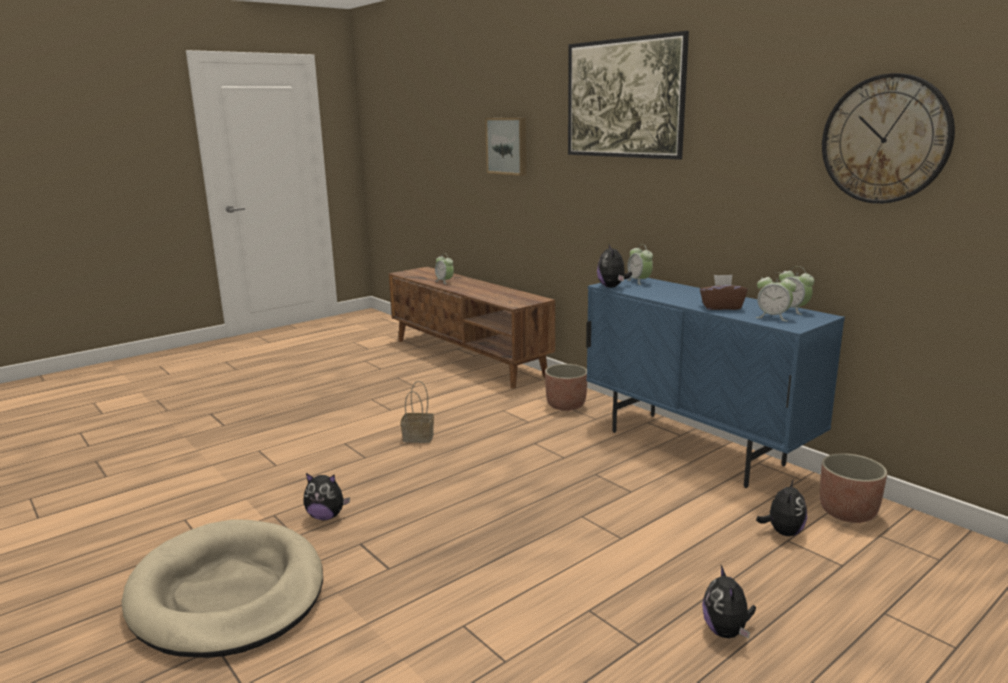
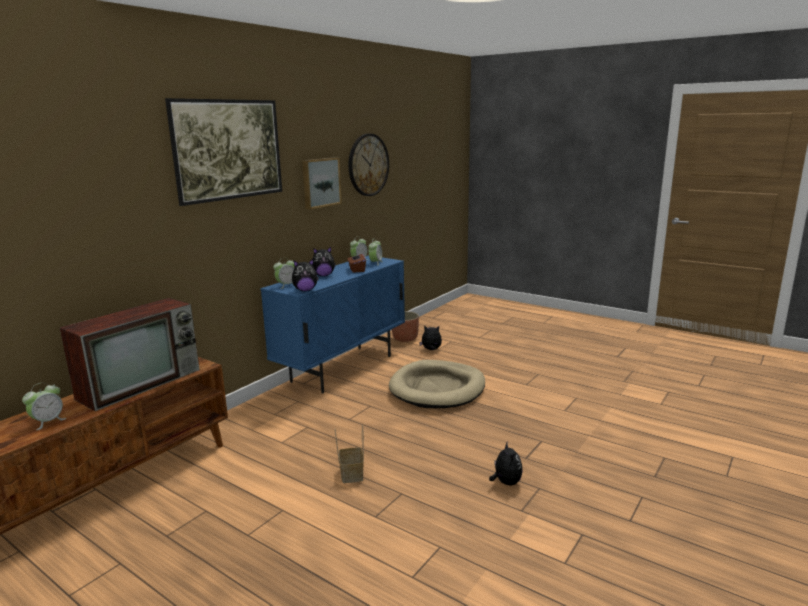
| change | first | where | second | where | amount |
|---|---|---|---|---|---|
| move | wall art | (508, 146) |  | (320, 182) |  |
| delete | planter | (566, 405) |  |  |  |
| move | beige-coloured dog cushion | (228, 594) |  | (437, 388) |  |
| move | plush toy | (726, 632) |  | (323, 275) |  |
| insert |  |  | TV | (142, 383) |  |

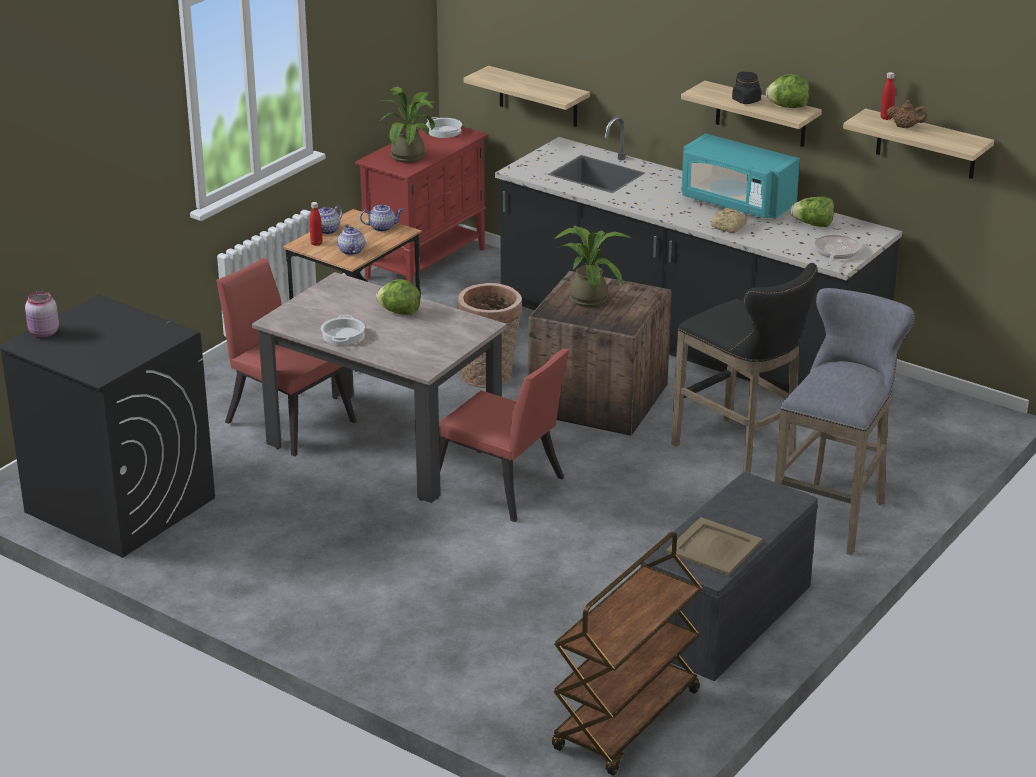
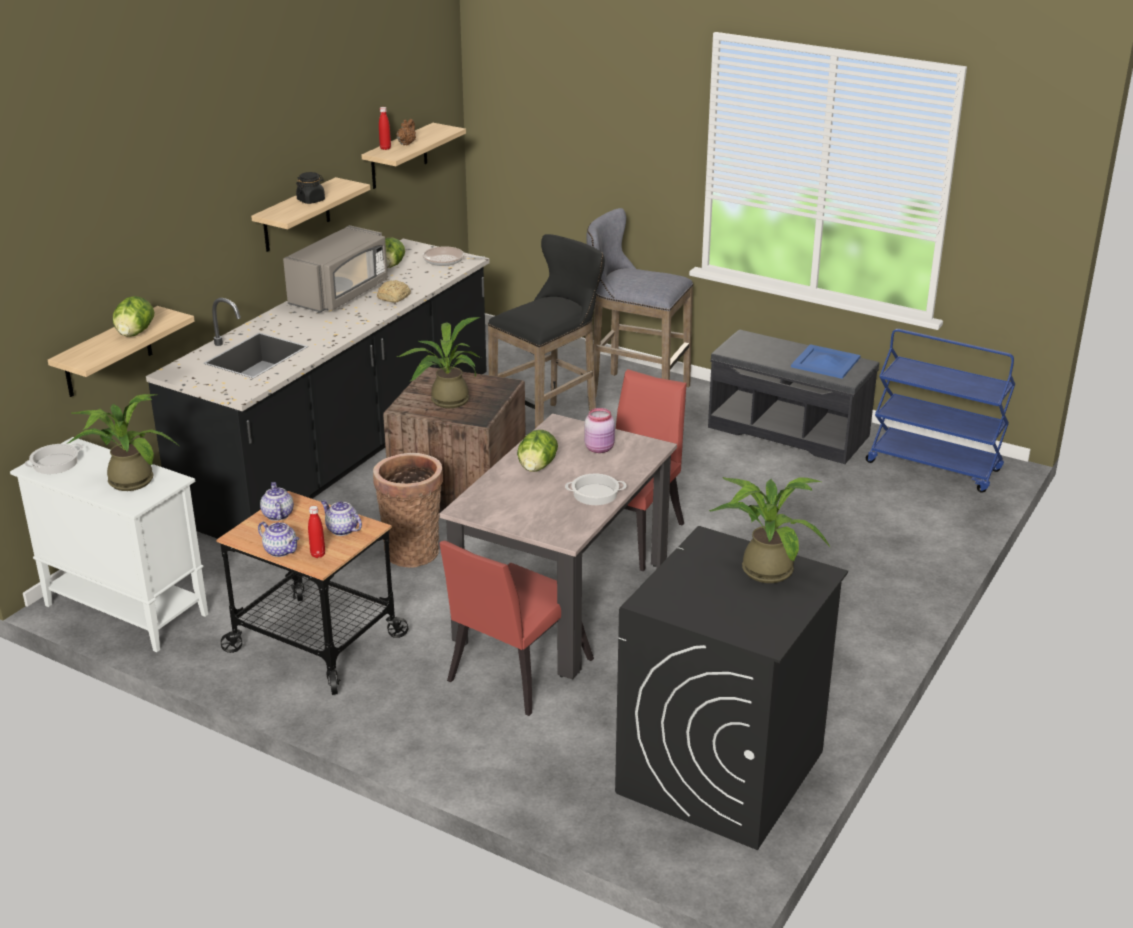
| change | first | where | second | where | amount |
|---|---|---|---|---|---|
| move | lettuce head | (787, 107) |  | (134, 333) |  |
| recolor | red cupboard | (426, 263) | white cupboard | (125, 609) |  |
| recolor | turquoise-coloured microwave oven | (736, 203) | greyish microwave oven | (340, 294) |  |
| rotate | pot for tea | (351, 251) |  | (341, 529) | 60 degrees clockwise |
| move | pink-coloured jar | (43, 333) |  | (600, 448) |  |
| recolor | beige-coloured tray | (714, 547) | bluish tray | (826, 362) |  |
| recolor | brownish trolley | (627, 722) | bluish trolley | (934, 466) |  |
| insert |  |  | plant in a pot | (763, 567) |  |

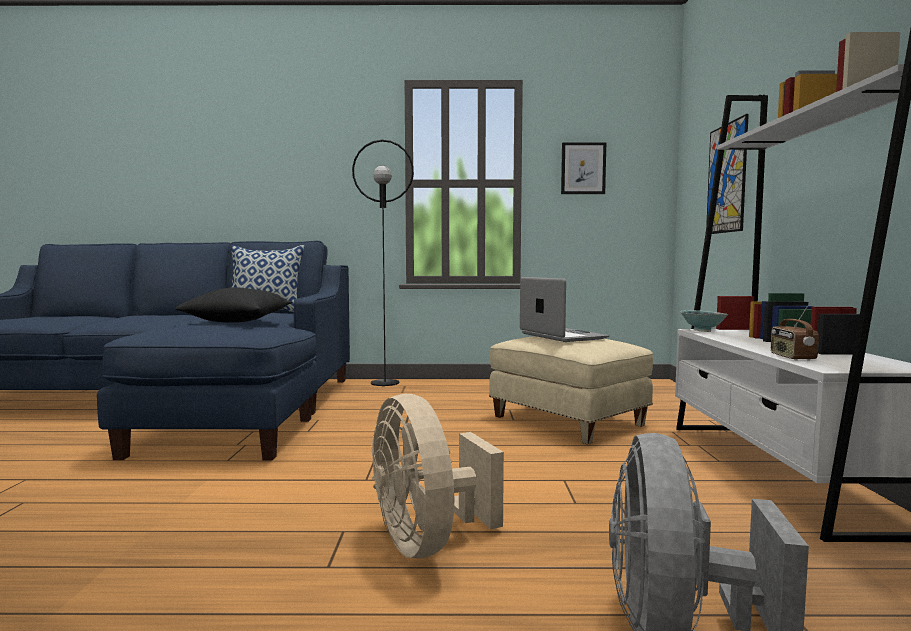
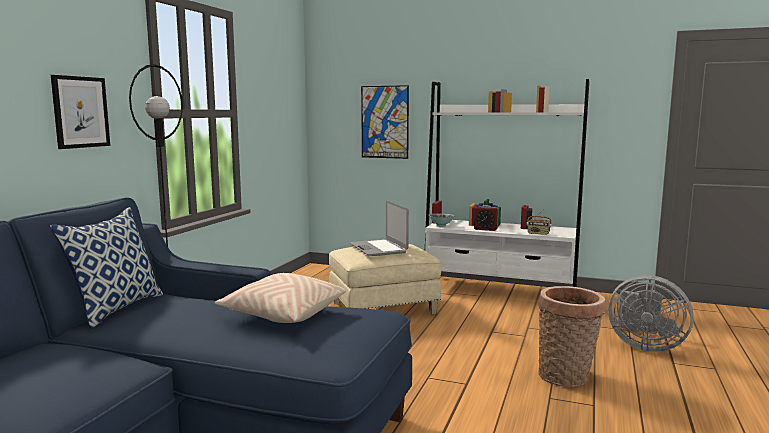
| change | first | where | second | where | amount |
|---|---|---|---|---|---|
| move | wall art | (583, 168) |  | (80, 112) |  |
| rotate | laptop | (562, 336) |  | (378, 248) | 105 degrees counterclockwise |
| recolor | black-coloured pillow | (238, 321) | beige-coloured pillow | (283, 314) |  |
| replace | beige-coloured electric fan | (427, 542) | basket | (566, 377) |  |
| insert |  |  | bedside clock | (485, 229) |  |

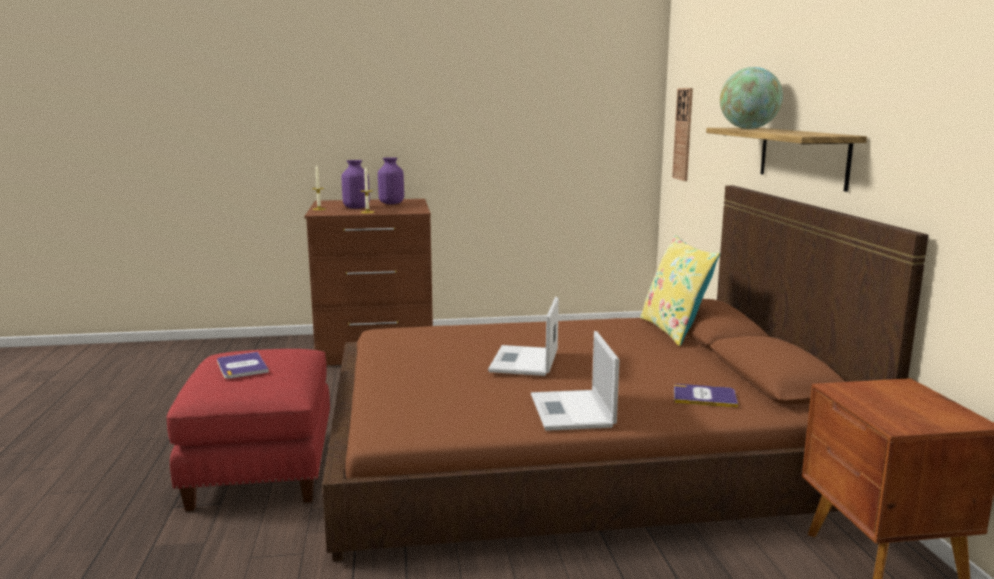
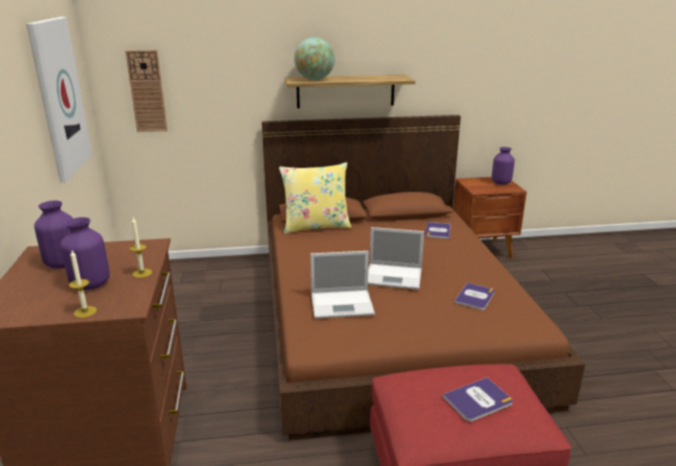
| change | first | where | second | where | amount |
|---|---|---|---|---|---|
| move | laptop | (572, 411) |  | (343, 304) |  |
| insert |  |  | wall art | (59, 97) |  |
| insert |  |  | purplish vase | (501, 182) |  |
| insert |  |  | book | (475, 297) |  |

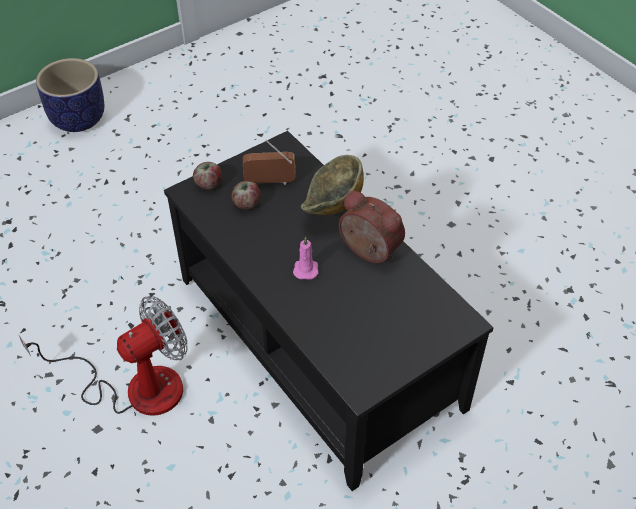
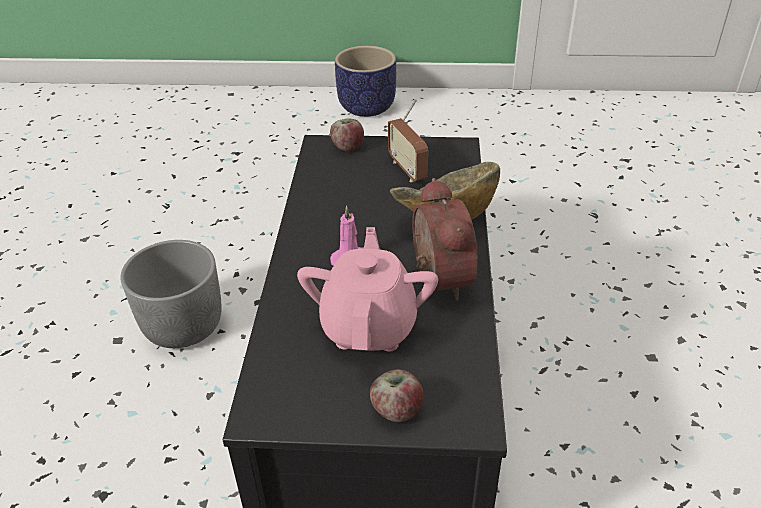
| change | first | where | second | where | amount |
|---|---|---|---|---|---|
| rotate | radio set | (270, 182) |  | (407, 170) | 150 degrees counterclockwise |
| move | whole apple | (246, 204) |  | (397, 410) |  |
| replace | electric fan | (135, 387) | greyish planter | (183, 325) |  |
| insert |  |  | pink-coloured pot for tea | (369, 326) |  |

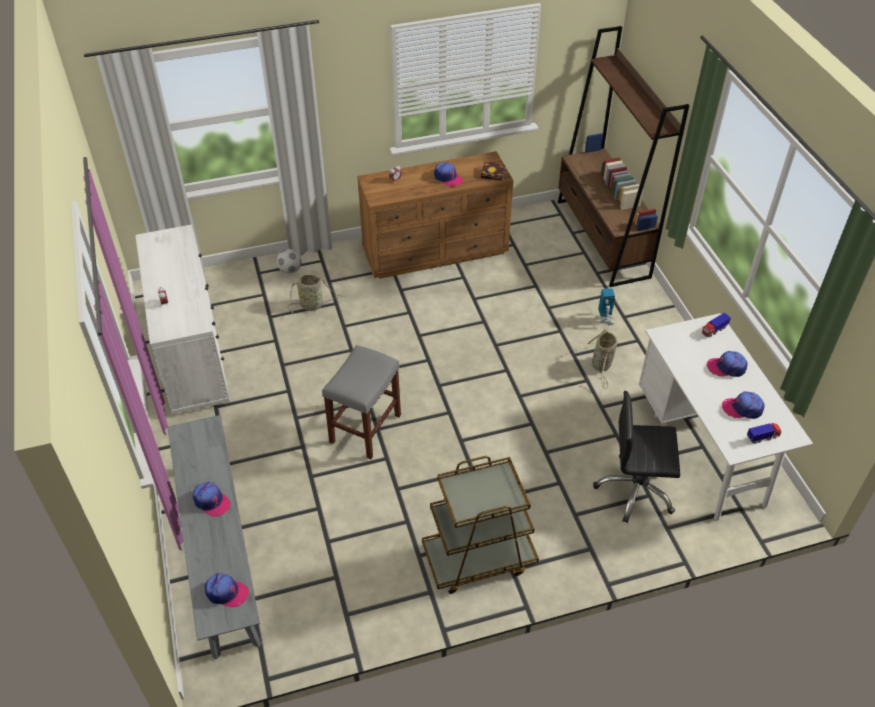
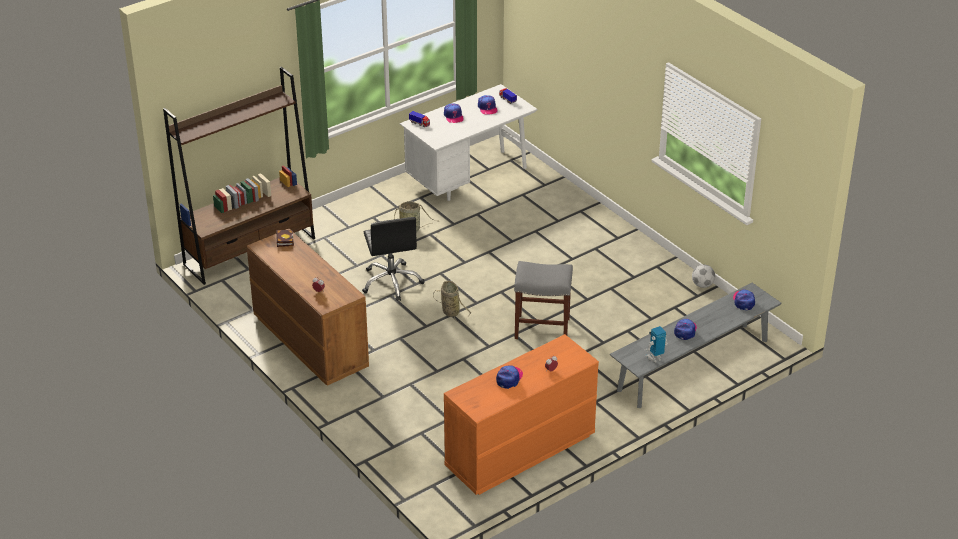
| change | first | where | second | where | amount |
|---|---|---|---|---|---|
| move | baseball cap | (447, 178) |  | (509, 378) |  |
| recolor | white dresser | (192, 353) | orange-coloured dresser | (519, 451) |  |
| move | ball for football | (290, 270) |  | (702, 285) |  |
| move | basket | (313, 305) |  | (450, 311) |  |
| move | robot figure | (605, 319) |  | (655, 358) |  |
| move | black-coloured office chair | (635, 490) |  | (392, 282) |  |
| delete | brownish trolley | (478, 558) |  |  |  |

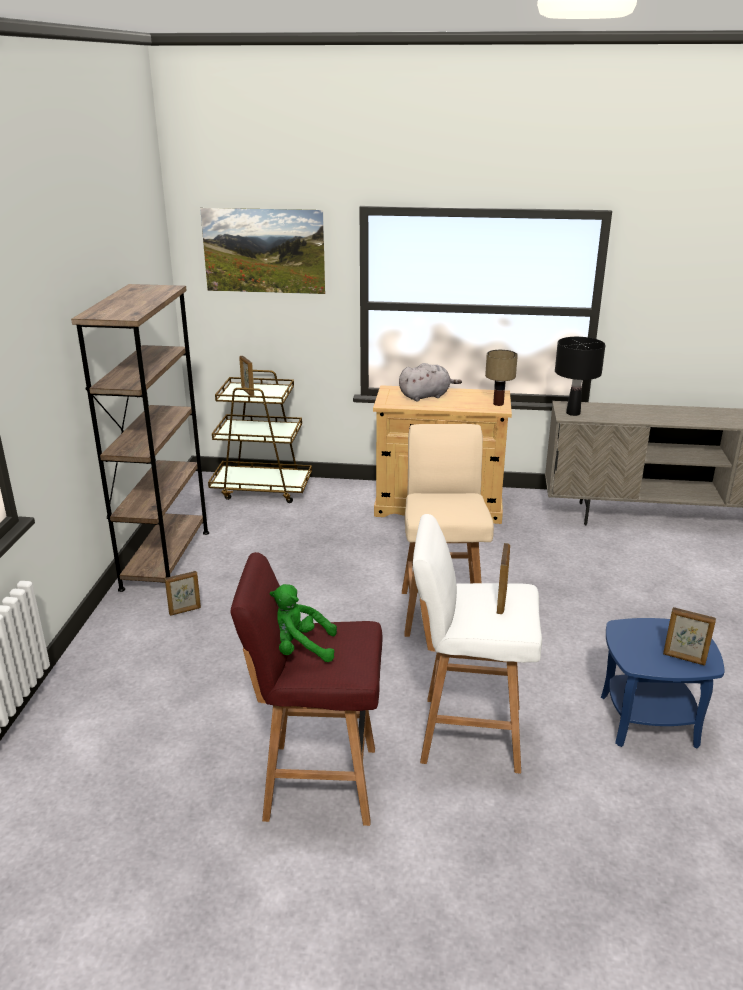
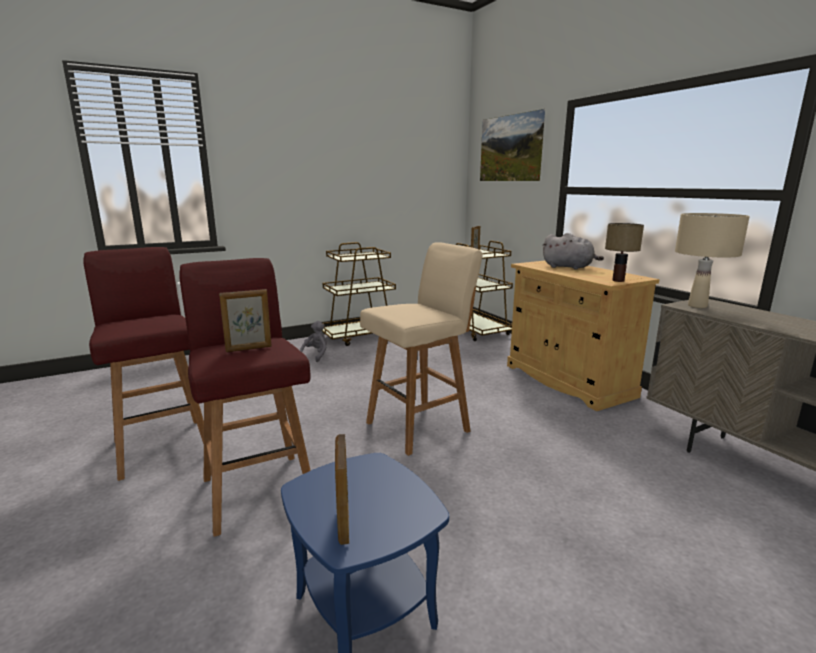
| change | first | where | second | where | amount |
|---|---|---|---|---|---|
| replace | brownish shelving unit | (166, 559) | brownish trolley | (361, 336) |  |
| recolor | black-coloured lamp for a table | (573, 413) | beige-coloured lamp for a table | (697, 306) |  |
| recolor | white stool seat | (468, 733) | red stool seat | (258, 489) |  |
| replace | picture frame | (185, 611) | greyish plush toy | (316, 355) |  |
| delete | green plush toy | (300, 649) |  |  |  |

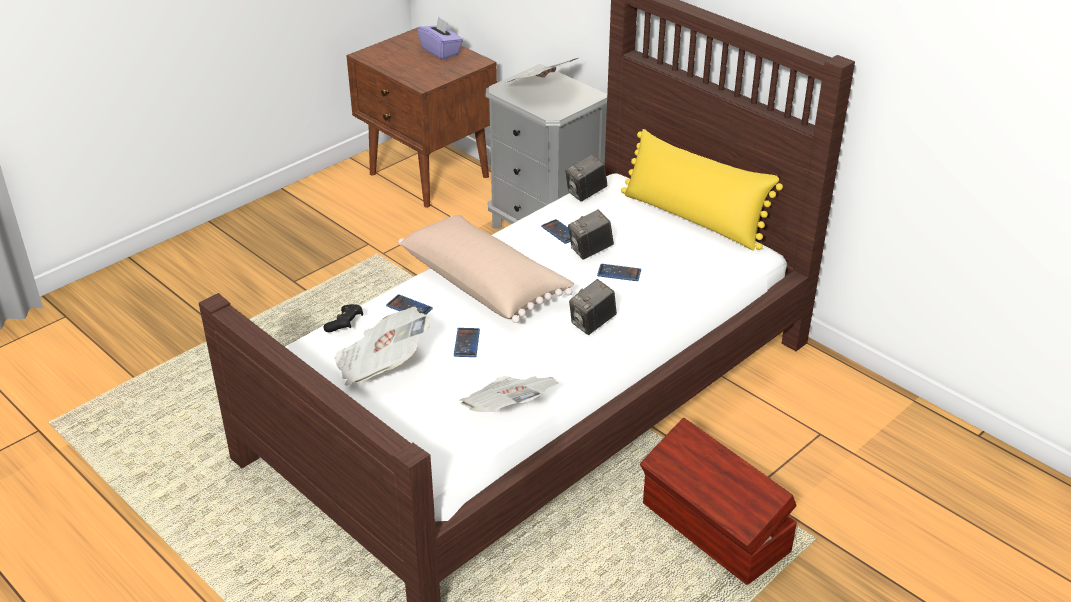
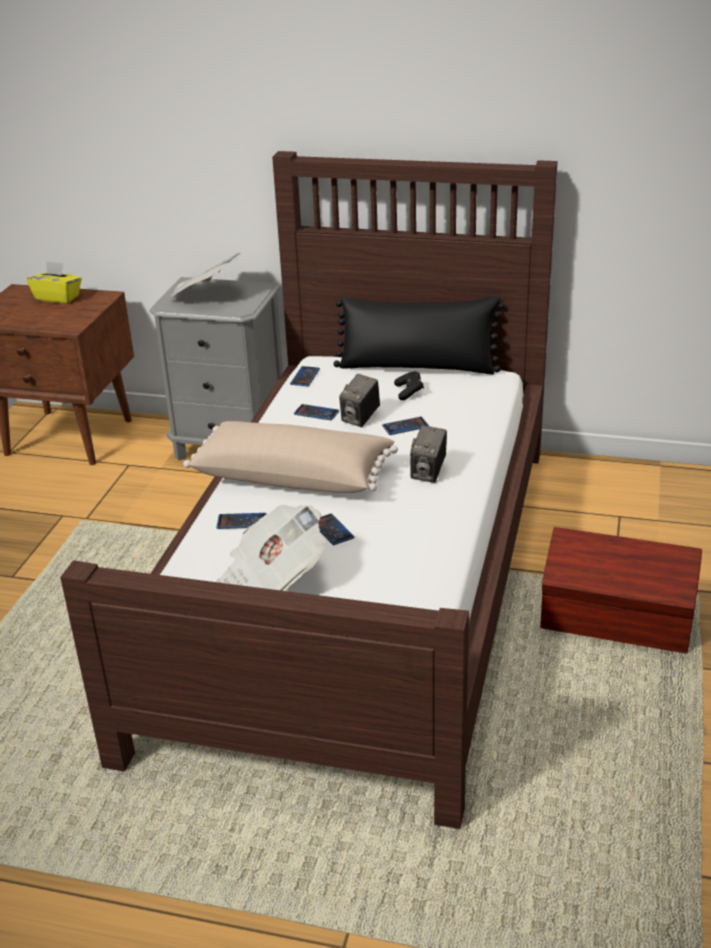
| change | first | where | second | where | amount |
|---|---|---|---|---|---|
| recolor | purplish tissue holder | (441, 51) | yellow tissue holder | (58, 298) |  |
| recolor | yellow pillow | (693, 218) | black-coloured pillow | (417, 367) |  |
| replace | still camera | (586, 193) | telephone | (305, 377) |  |
| move | black-coloured gamepad | (345, 324) |  | (409, 392) |  |
| delete | printed paper | (508, 411) |  |  |  |

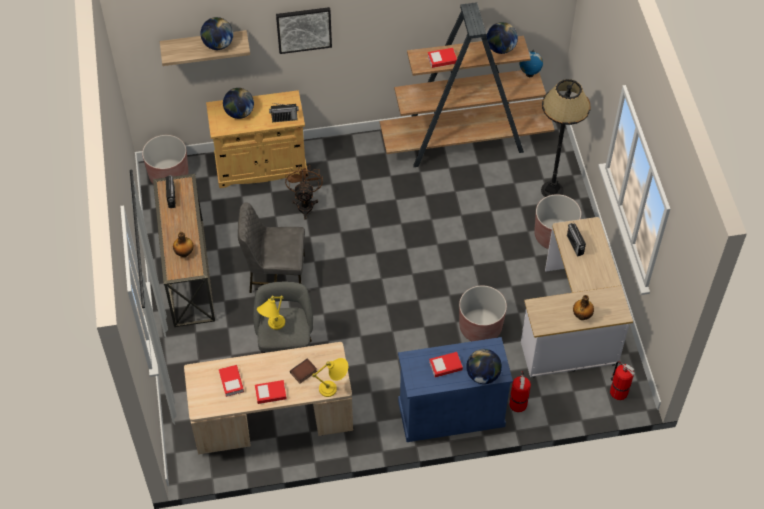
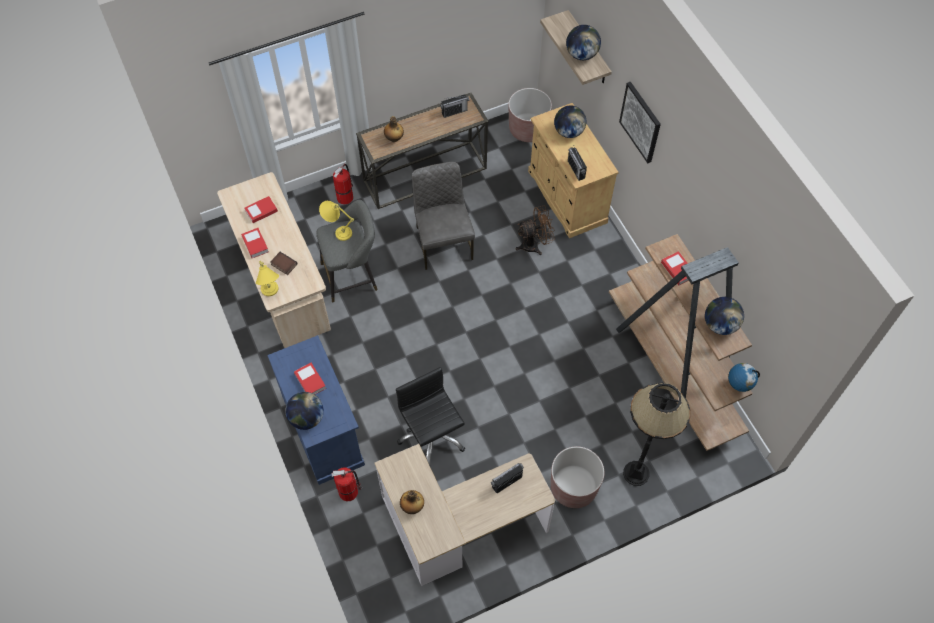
| change | first | where | second | where | amount |
|---|---|---|---|---|---|
| replace | brownish planter | (480, 327) | black-coloured office chair | (432, 436) |  |
| move | extinguisher | (618, 391) |  | (345, 197) |  |

